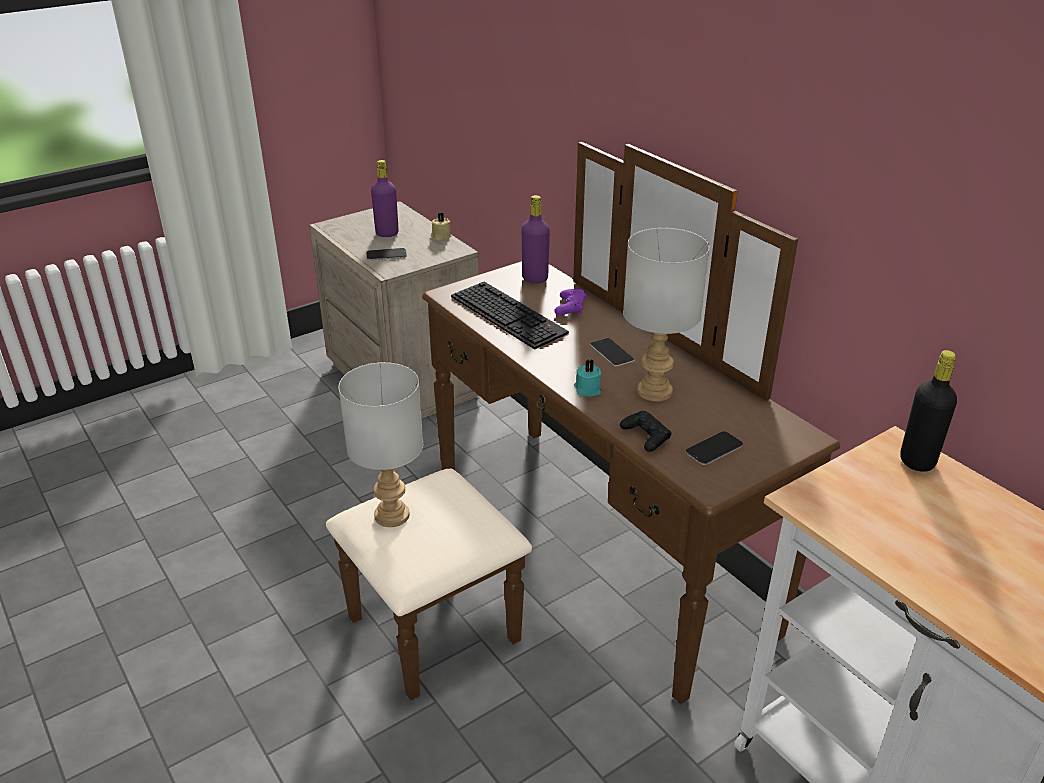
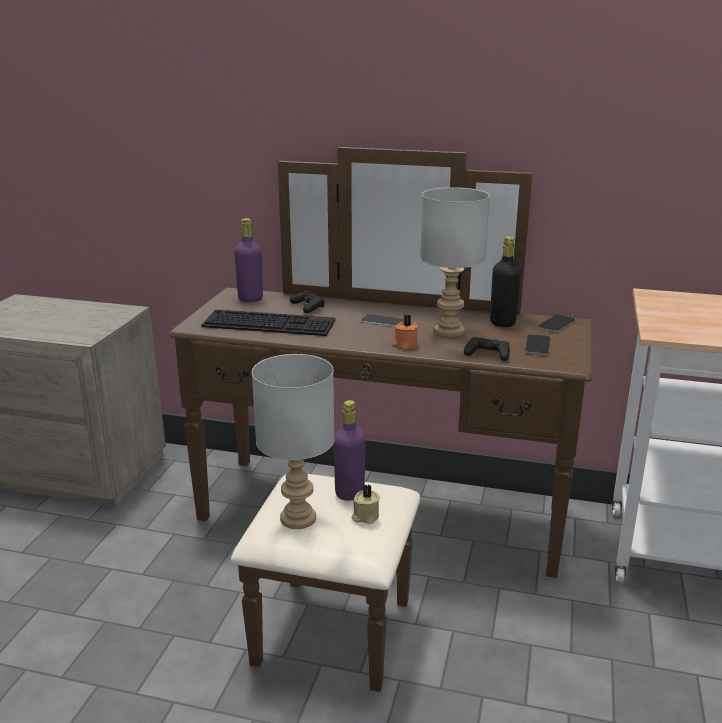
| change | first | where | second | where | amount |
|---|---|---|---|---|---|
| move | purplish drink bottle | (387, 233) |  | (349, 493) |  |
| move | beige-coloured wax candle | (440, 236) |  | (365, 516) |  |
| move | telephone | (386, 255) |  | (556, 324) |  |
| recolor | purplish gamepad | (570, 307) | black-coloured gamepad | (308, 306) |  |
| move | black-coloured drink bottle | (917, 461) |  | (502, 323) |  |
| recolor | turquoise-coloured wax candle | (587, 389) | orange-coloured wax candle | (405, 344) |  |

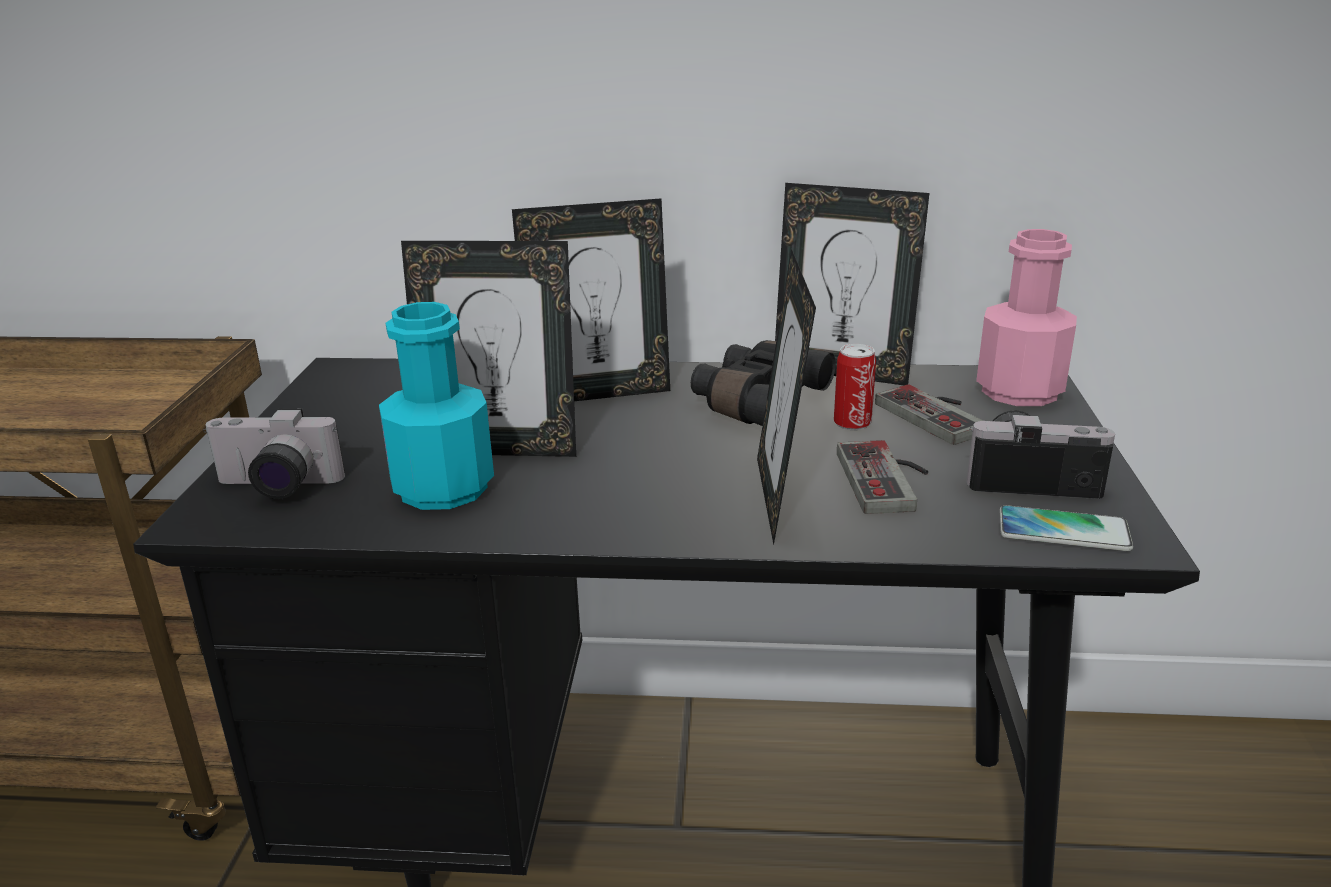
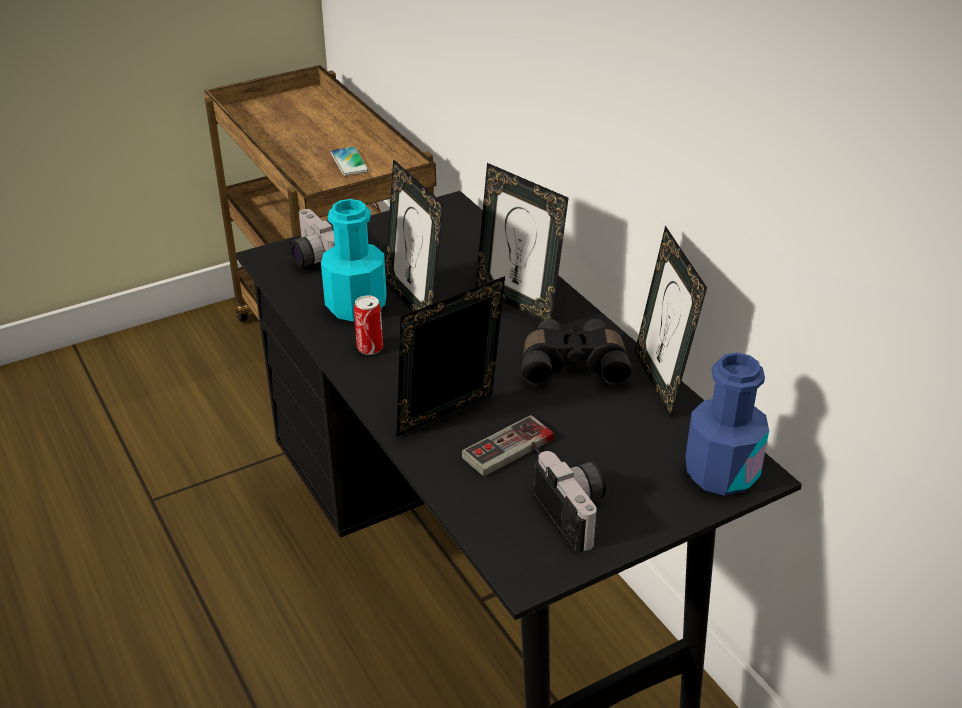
| change | first | where | second | where | amount |
|---|---|---|---|---|---|
| recolor | pink-coloured drink bottle | (1019, 391) | bluish drink bottle | (721, 473) |  |
| move | metal can | (852, 423) |  | (370, 348) |  |
| delete | gamepad | (939, 415) |  |  |  |
| move | telephone | (1063, 531) |  | (349, 162) |  |

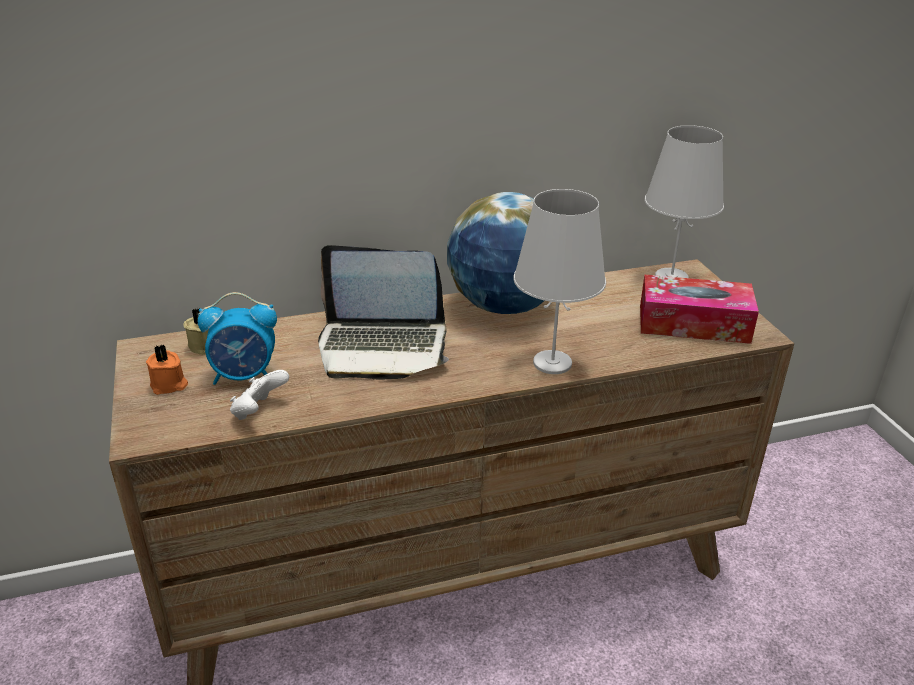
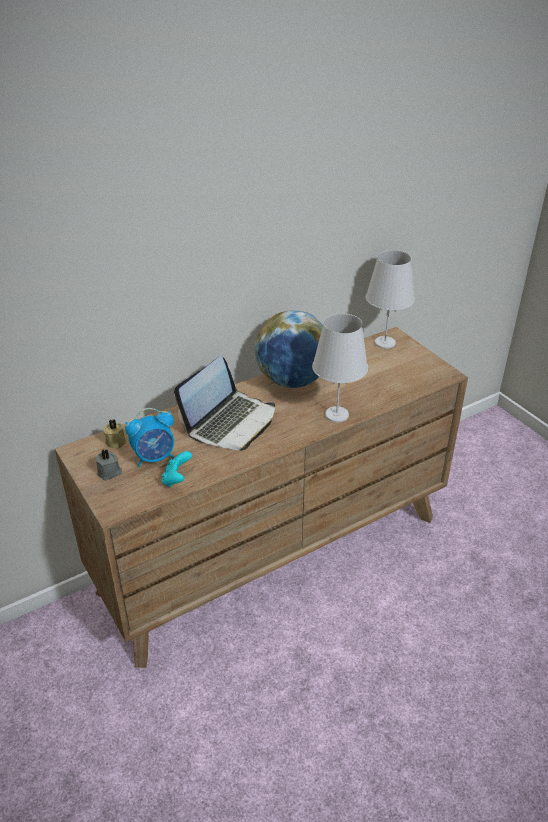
| change | first | where | second | where | amount |
|---|---|---|---|---|---|
| rotate | laptop | (382, 347) |  | (230, 422) | 45 degrees counterclockwise |
| delete | tissue holder | (693, 323) |  |  |  |
| recolor | orange-coloured wax candle | (169, 385) | greyish wax candle | (110, 473) |  |
| recolor | white gamepad | (259, 411) | turquoise-coloured gamepad | (177, 479) |  |

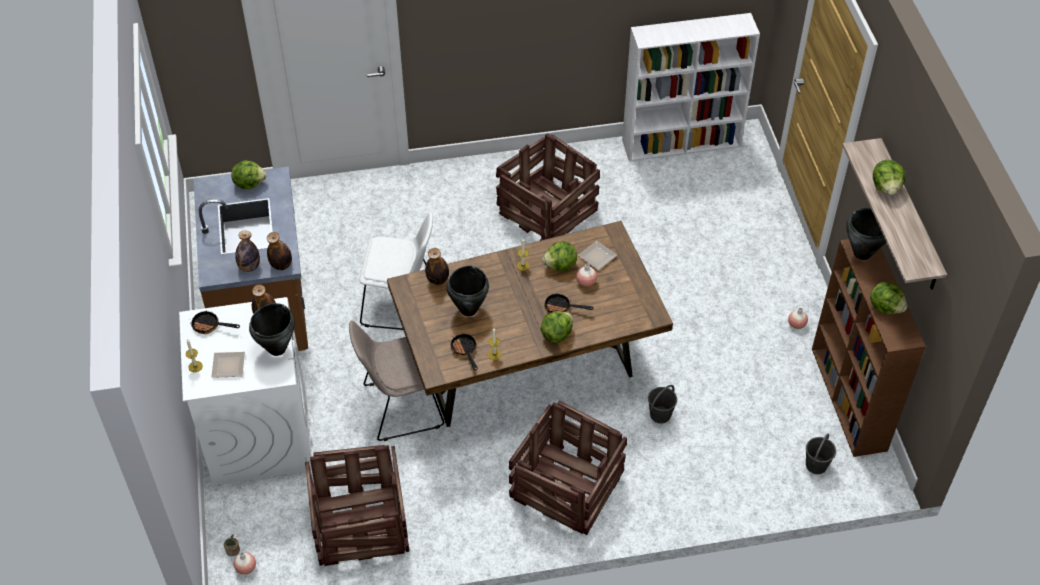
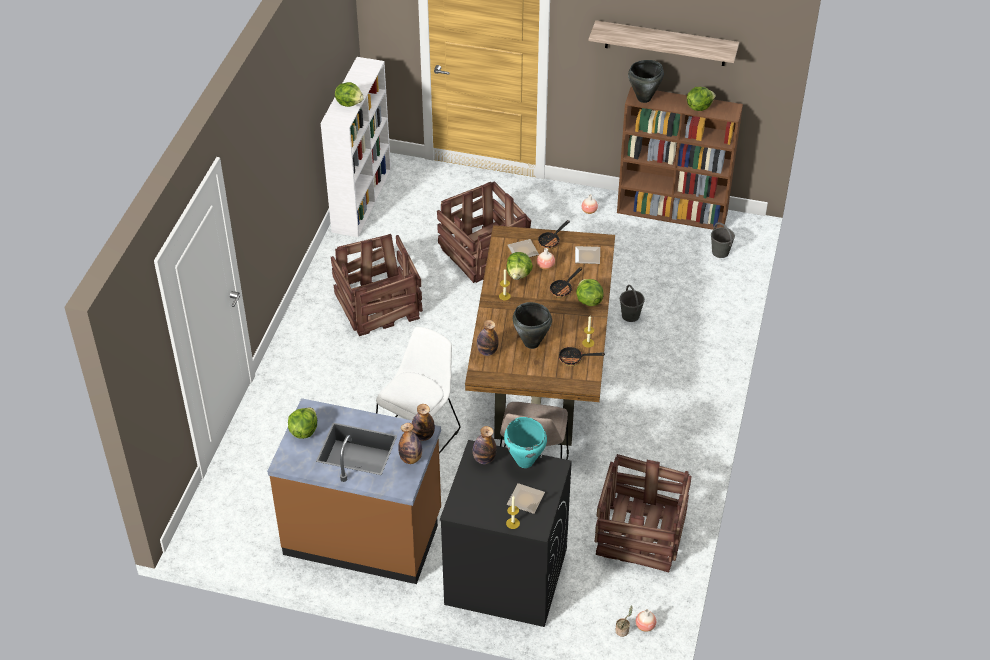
| change | first | where | second | where | amount |
|---|---|---|---|---|---|
| move | lettuce head | (886, 187) |  | (349, 103) |  |
| recolor | white laundry appliance | (259, 433) | black-coloured laundry appliance | (505, 576) |  |
| recolor | black-coloured cooking pot | (277, 348) | turquoise-coloured cooking pot | (525, 461) |  |
| move | skillet | (210, 326) |  | (551, 241) |  |
| move | crate | (565, 486) |  | (483, 253) |  |
| insert |  |  | dinner plate | (586, 256) |  |

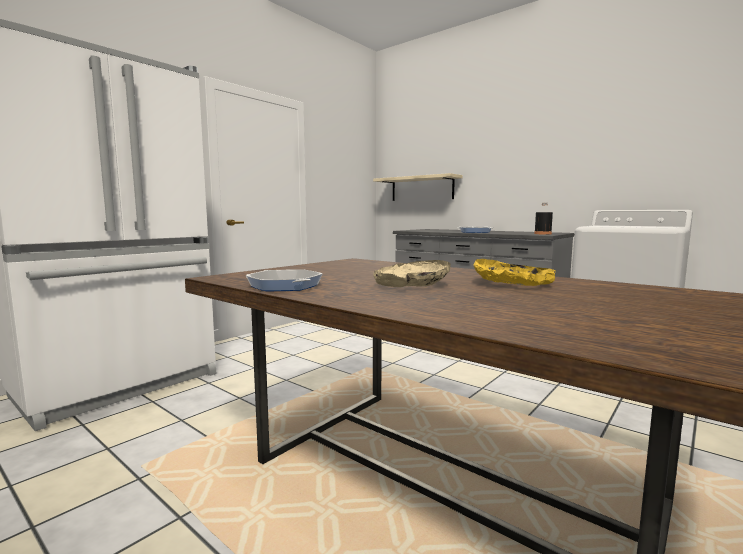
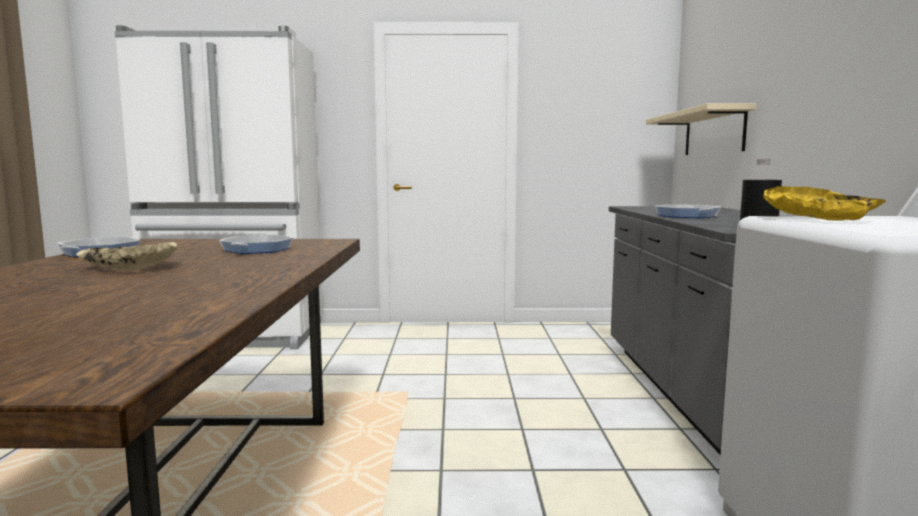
| change | first | where | second | where | amount |
|---|---|---|---|---|---|
| move | yellow deep dish | (510, 284) |  | (816, 219) |  |
| insert |  |  | skillet | (257, 249) |  |

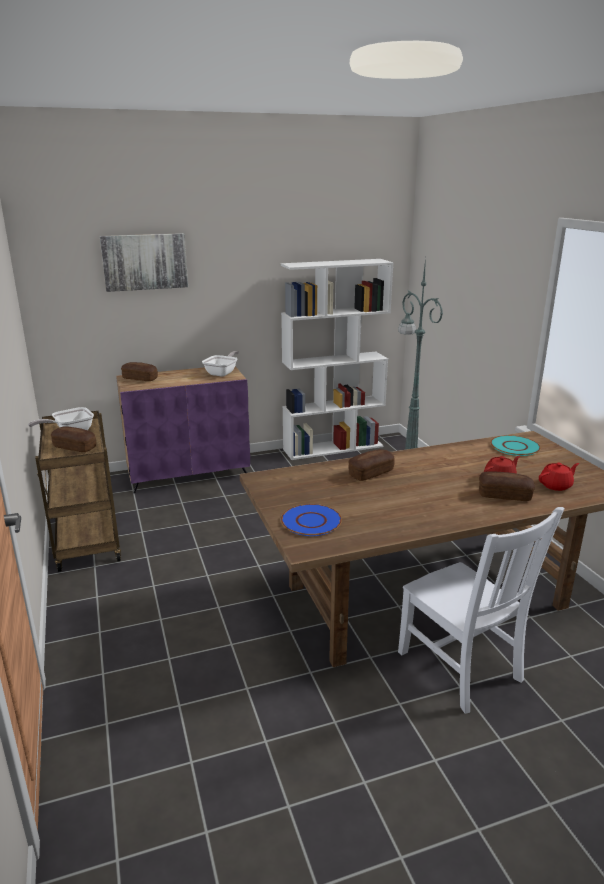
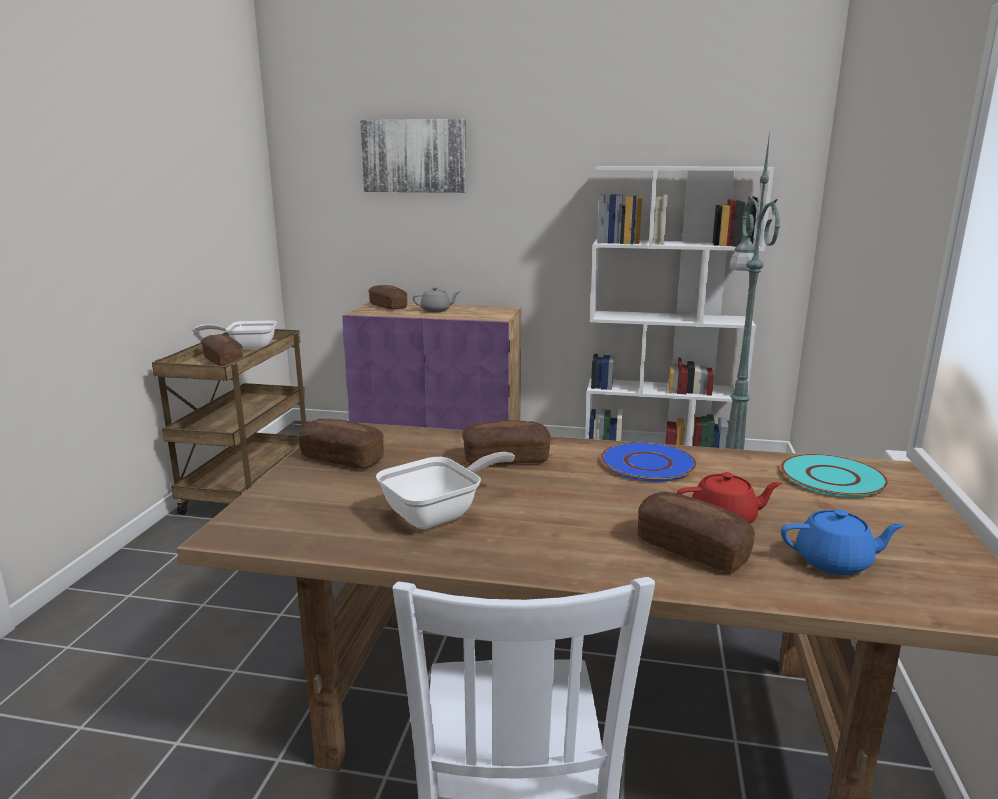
| change | first | where | second | where | amount |
|---|---|---|---|---|---|
| move | skillet | (223, 373) |  | (440, 514) |  |
| recolor | red pot for tea | (556, 485) | bluish pot for tea | (835, 562) |  |
| move | bluish dinner plate | (311, 521) |  | (648, 463) |  |
| insert |  |  | greyish pot for tea | (436, 310) |  |
| insert |  |  | bakery bread | (342, 458) |  |

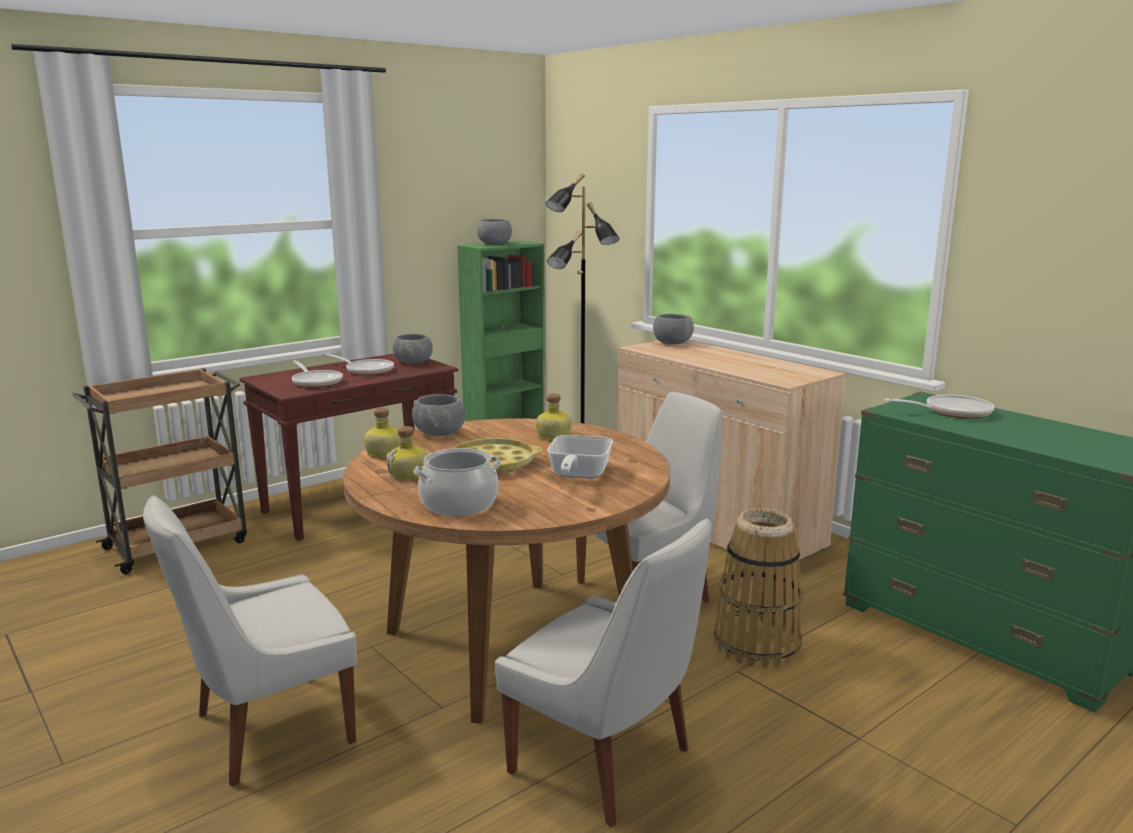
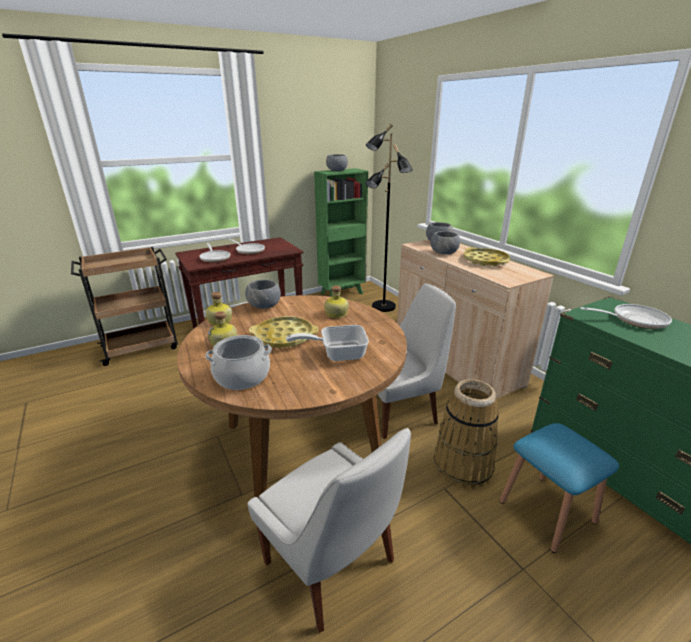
| change | first | where | second | where | amount |
|---|---|---|---|---|---|
| move | greyish deep dish | (413, 362) |  | (443, 253) |  |
| rotate | skillet | (577, 475) |  | (337, 353) | 60 degrees clockwise |
| delete | white plain chair | (267, 730) |  |  |  |
| insert |  |  | yellow tray | (485, 261) |  |
| insert |  |  | bluish stool seat | (547, 511) |  |

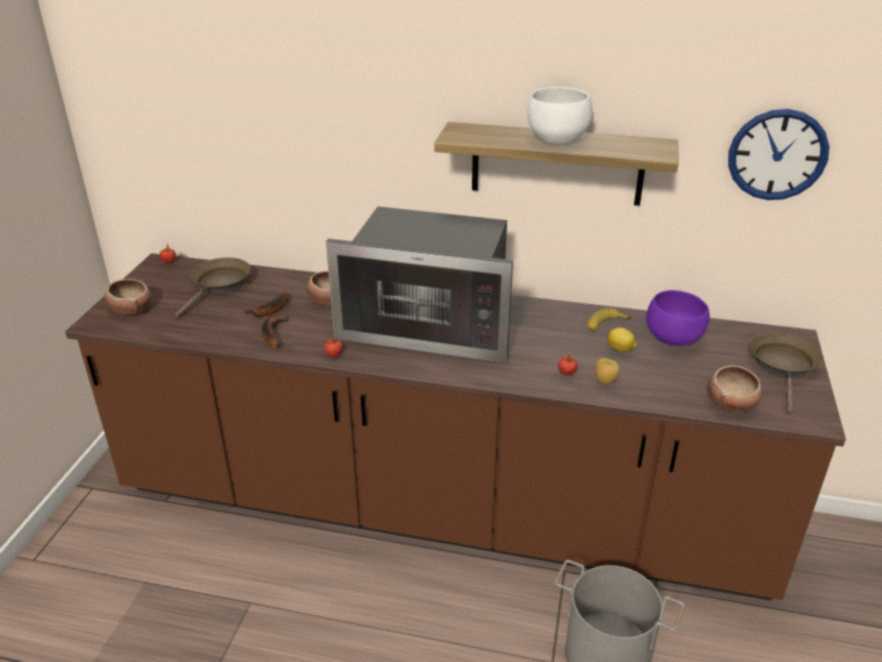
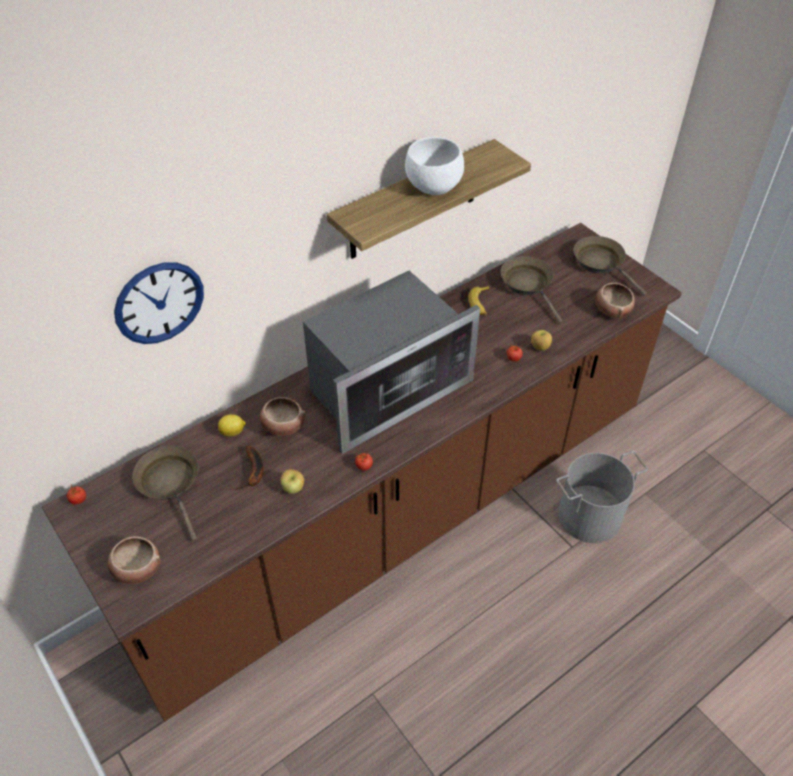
| change | first | where | second | where | amount |
|---|---|---|---|---|---|
| move | wall clock | (777, 155) |  | (159, 303) |  |
| replace | purplish deep dish | (674, 339) | brownish skillet | (529, 285) |  |
| replace | whole banana | (272, 334) | whole apple | (293, 488) |  |
| move | whole lemon | (620, 350) |  | (233, 432) |  |

